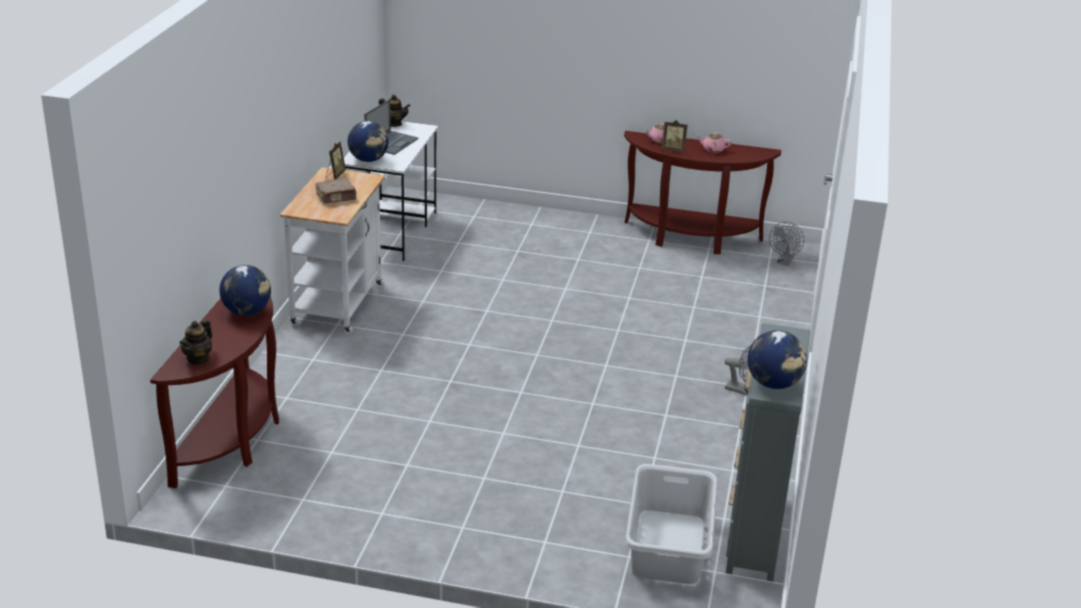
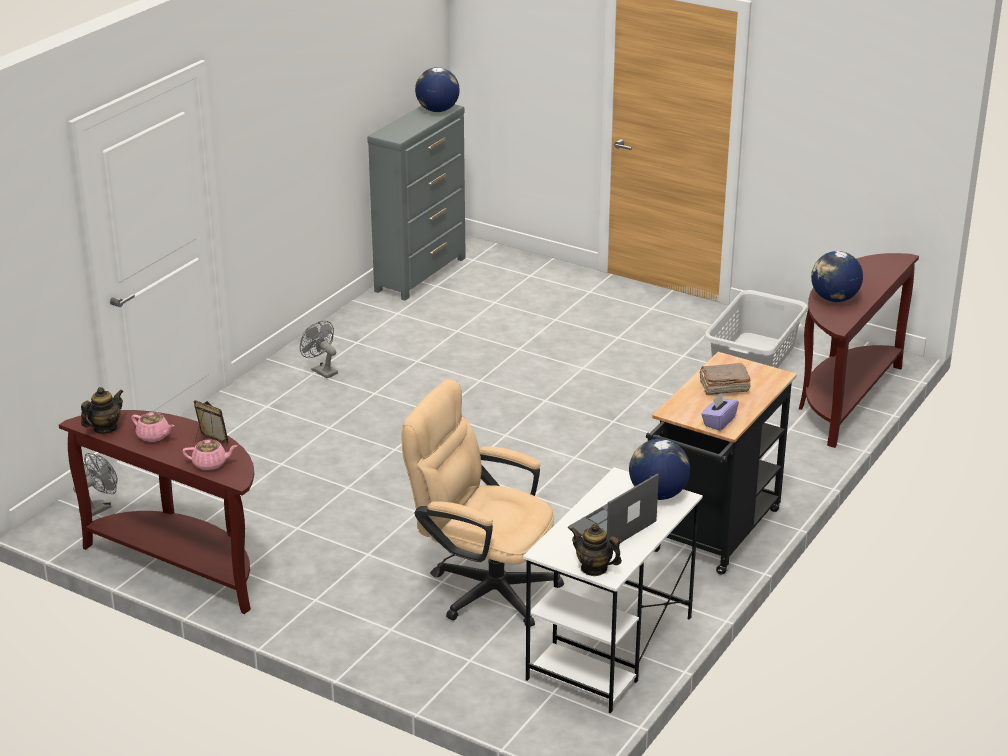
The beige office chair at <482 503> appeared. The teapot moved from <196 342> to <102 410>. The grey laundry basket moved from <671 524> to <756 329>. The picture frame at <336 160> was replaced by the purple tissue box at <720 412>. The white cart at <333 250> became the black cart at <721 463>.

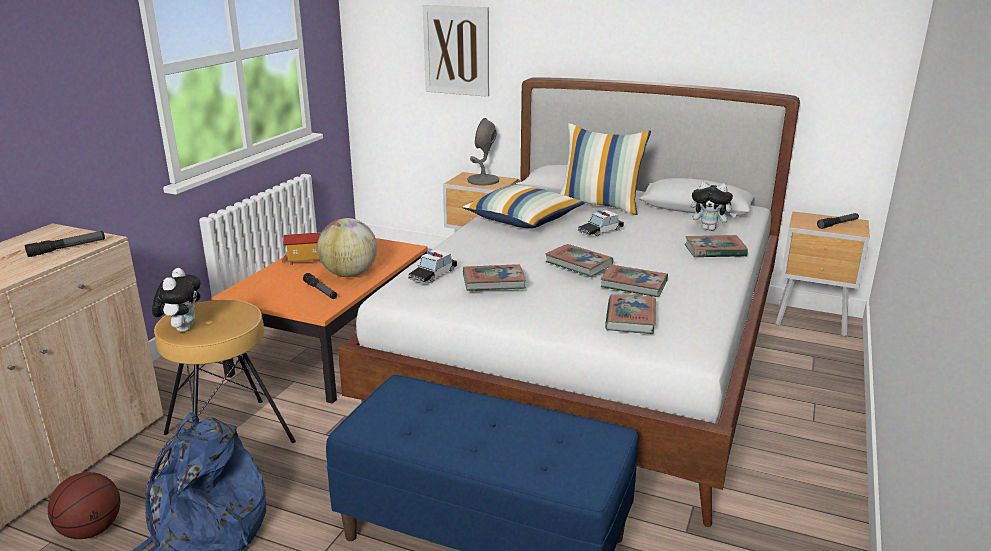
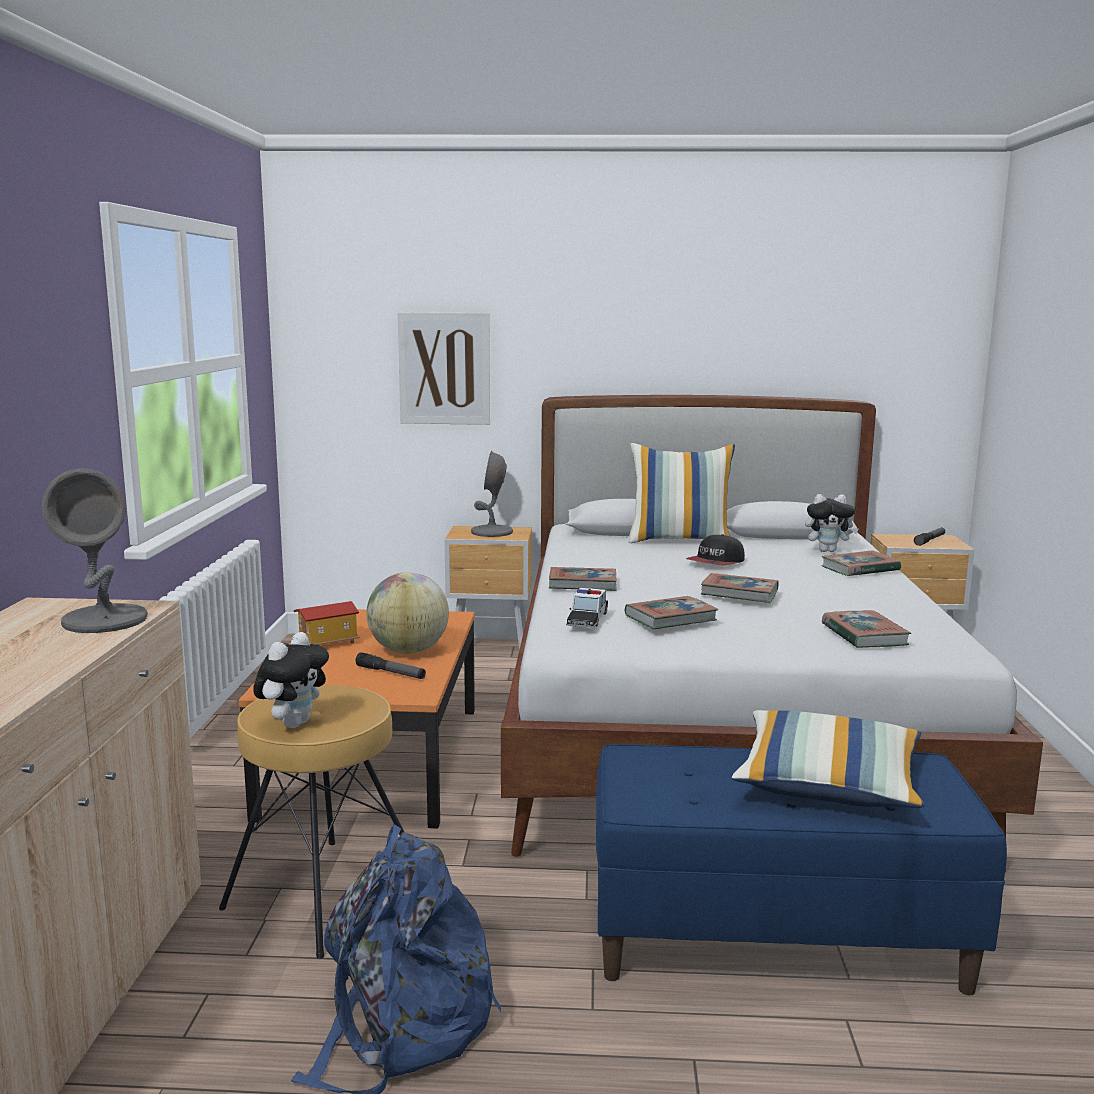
The basketball at <84 505> disappeared. The pillow moved from <524 206> to <828 759>. The book moved from <634 281> to <583 579>. The flashlight at <65 244> was replaced by the grey table lamp at <95 550>. The toy car at <601 223> was replaced by the cap at <715 549>. The plush toy at <176 300> turned 45 degrees clockwise.

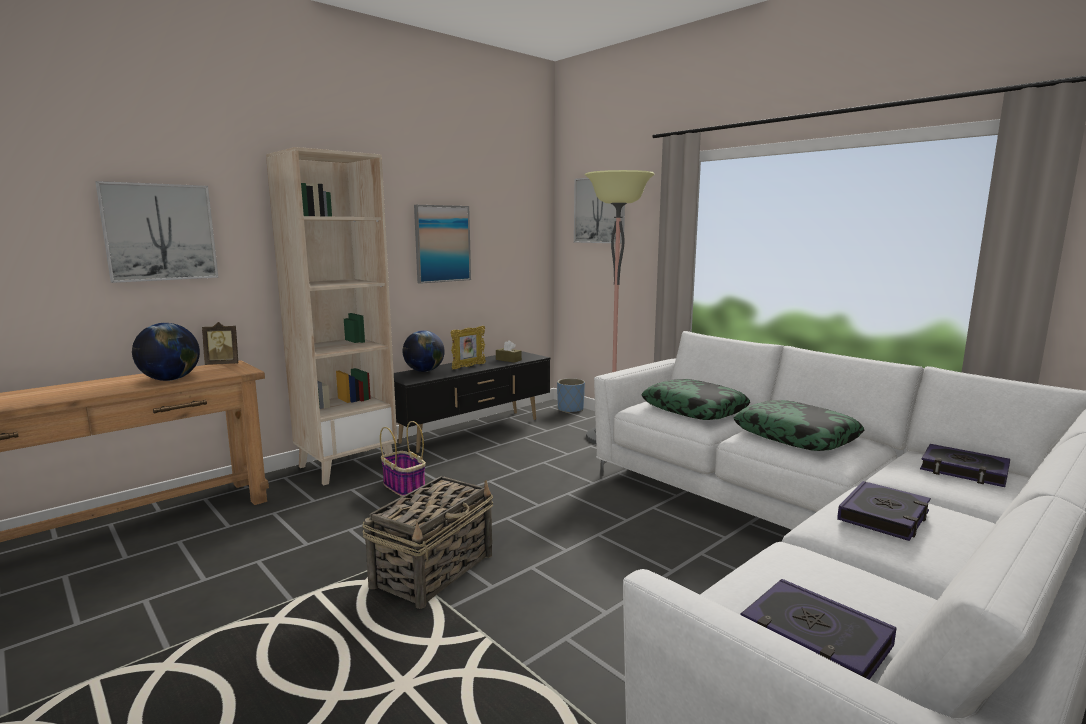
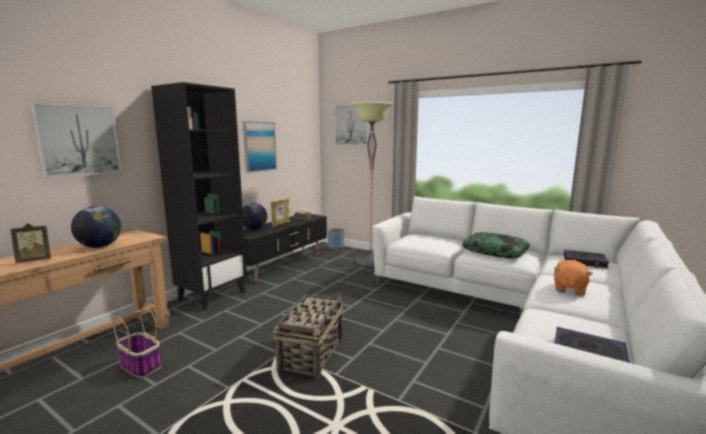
The pillow at <695 399> disappeared. The picture frame moved from <220 343> to <31 243>. The basket moved from <403 459> to <137 342>. The book at <884 511> was replaced by the orange plush toy at <573 277>. The beige bookcase at <331 316> became the black bookcase at <199 196>.

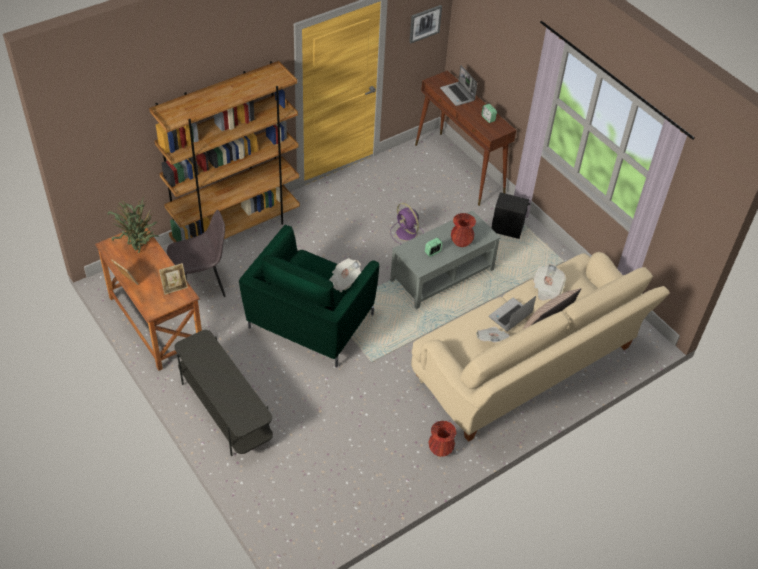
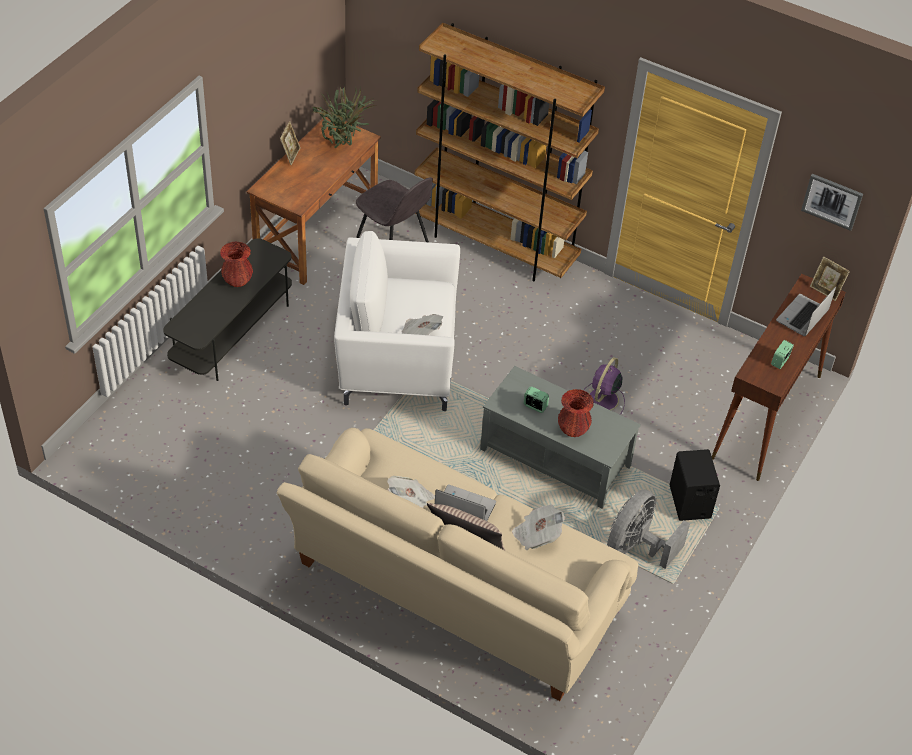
The grey fan at <648 529> appeared. The picture frame moved from <173 279> to <830 278>. The red vase moved from <442 439> to <236 264>. The green armchair at <309 296> became the white armchair at <397 321>.

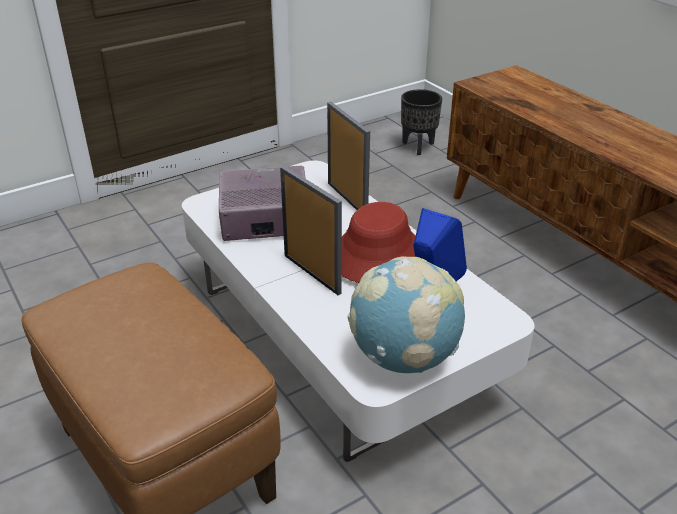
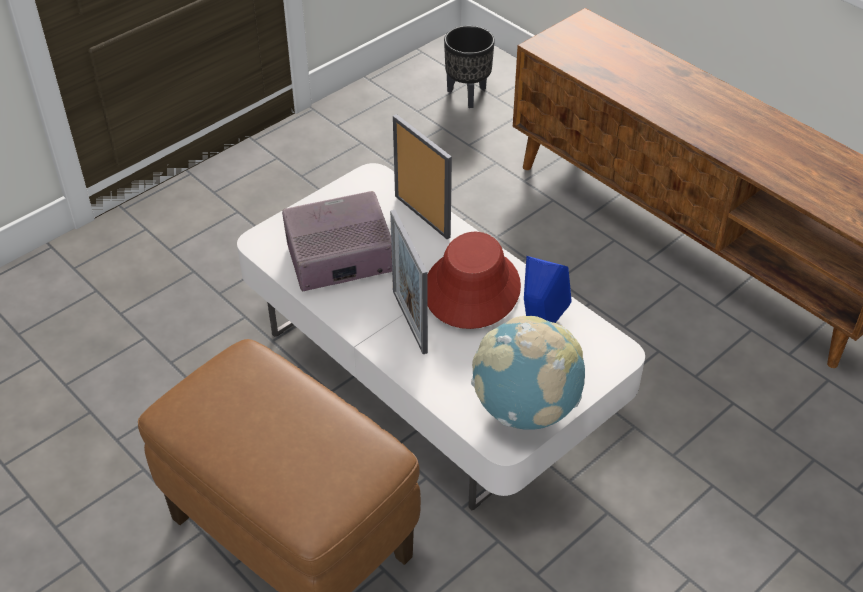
The picture frame at <311 230> turned 150 degrees counterclockwise.

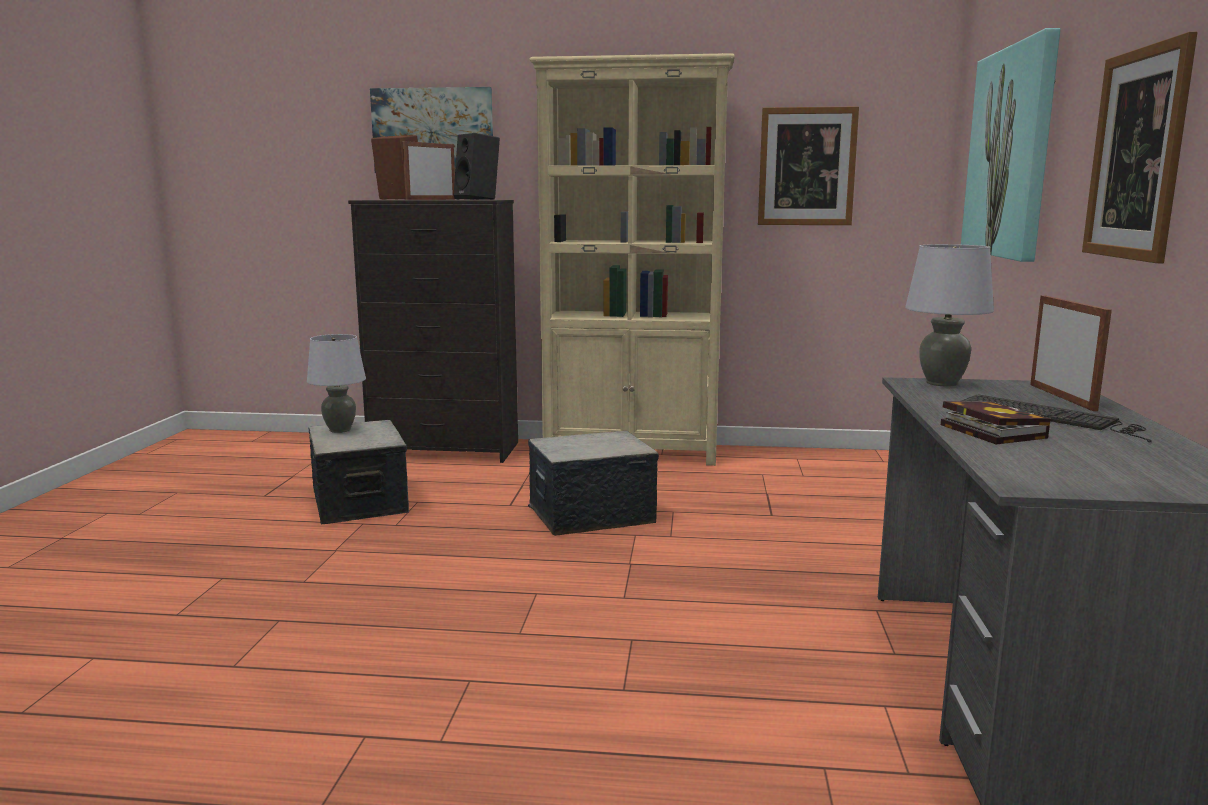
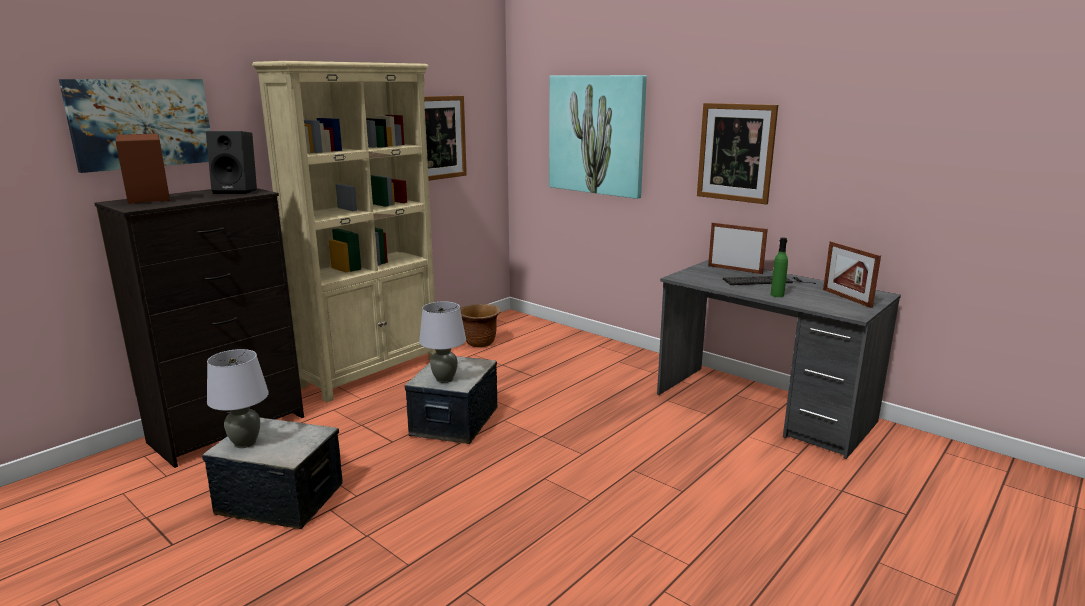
The brown planter at <480 325> appeared. The picture frame moved from <429 170> to <852 274>. The grey table lamp moved from <949 315> to <442 342>. The book at <996 422> was replaced by the green bottle at <779 267>.

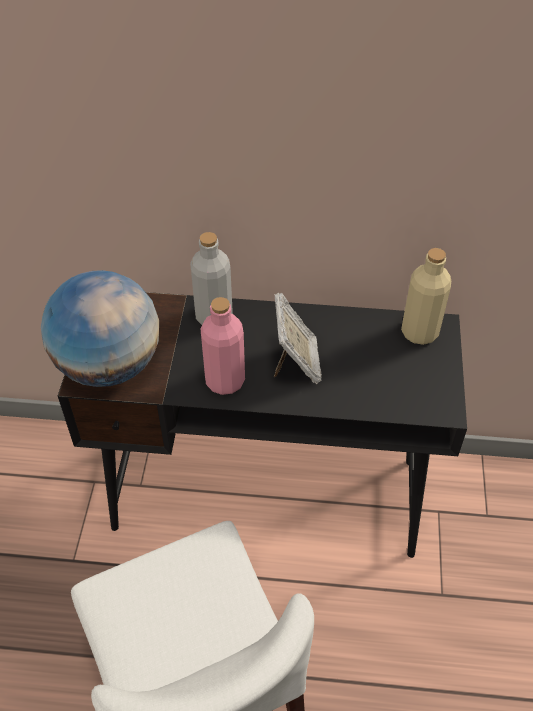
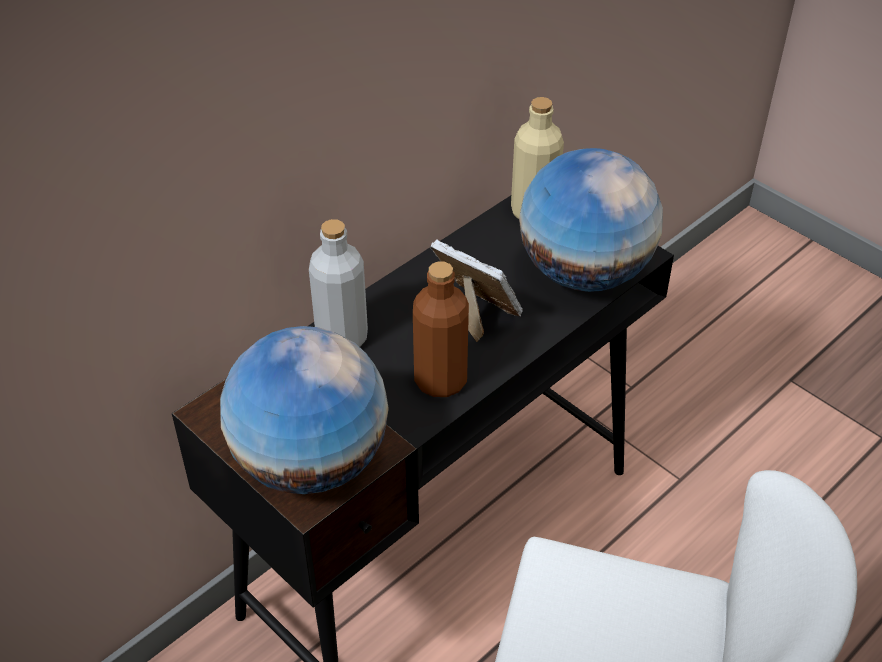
The globe at <591 220> appeared. The pink bottle at <223 346> became the brown bottle at <441 329>.

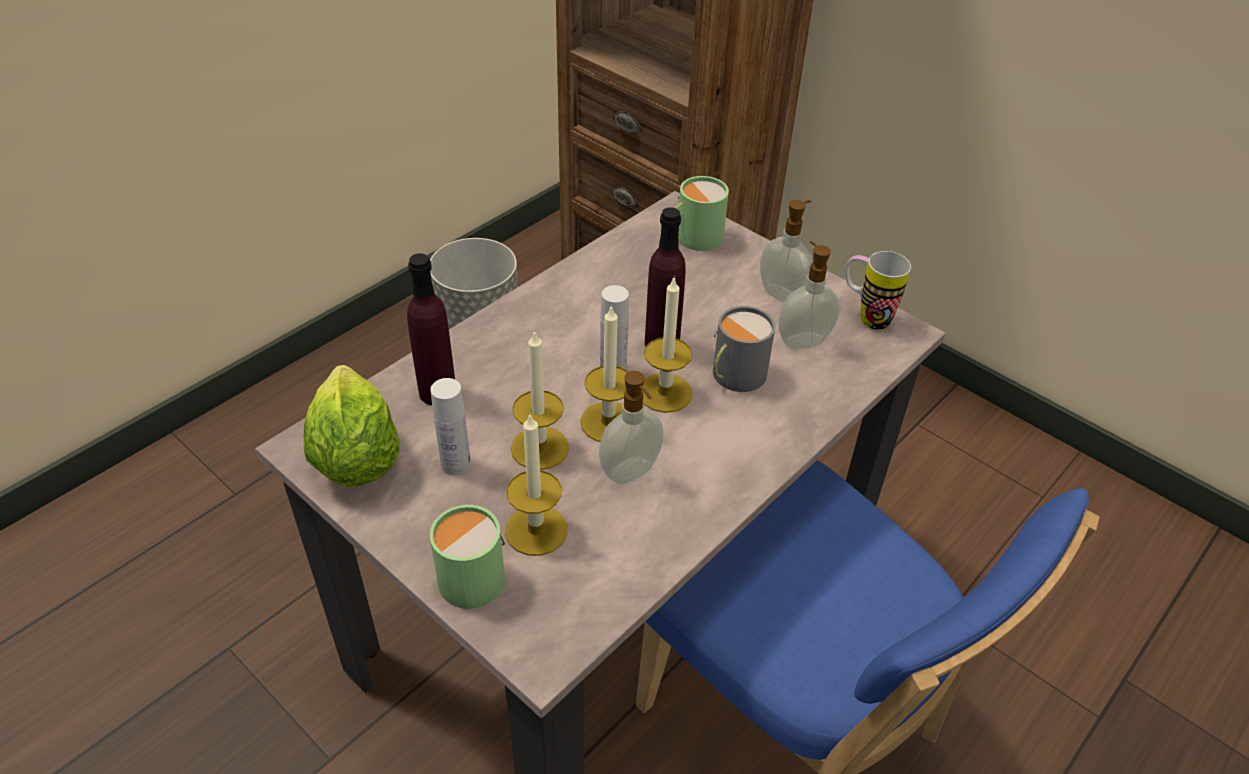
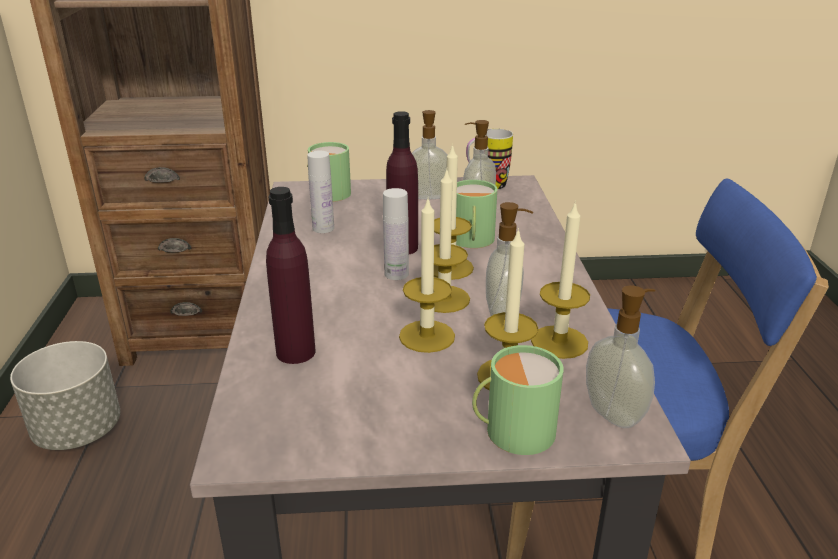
The lettuce at <352 426> disappeared. The candle at <560 280> appeared. The soap dispenser at <620 356> appeared. The white bottle moved from <450 426> to <320 192>. The grey mug at <744 349> became the green mug at <476 214>.

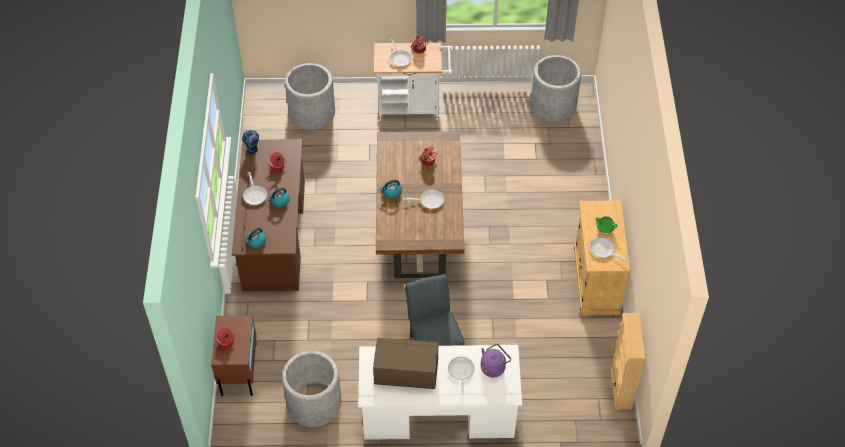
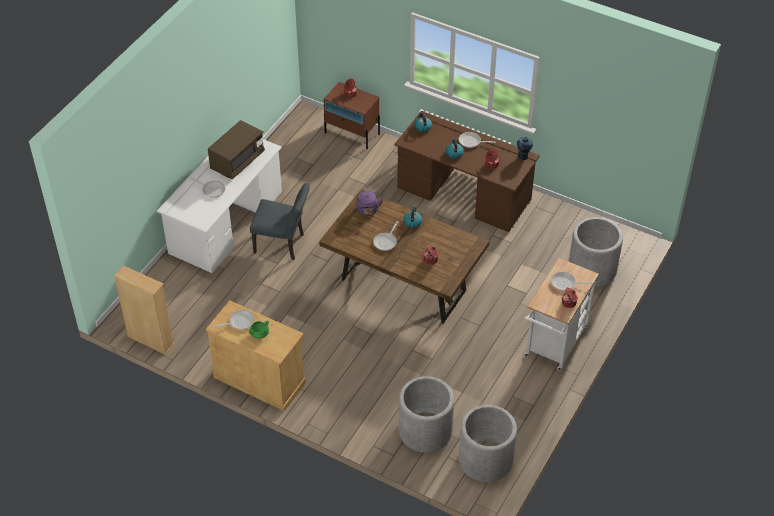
The grey planter moved from <312 389> to <426 414>. The purple kettle moved from <496 360> to <370 203>.

